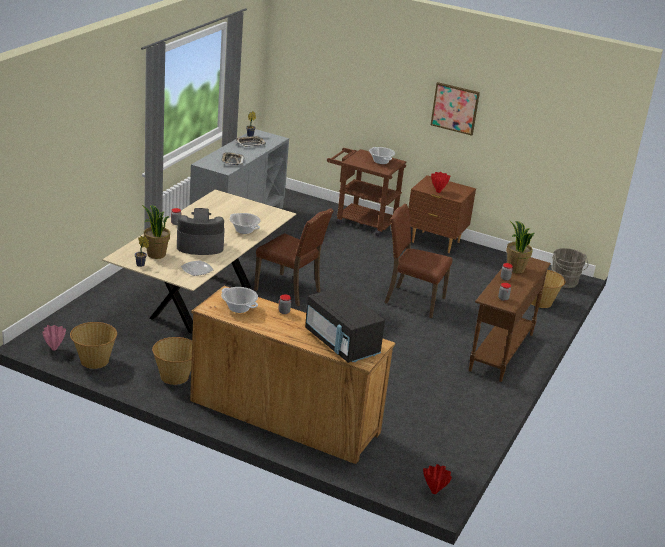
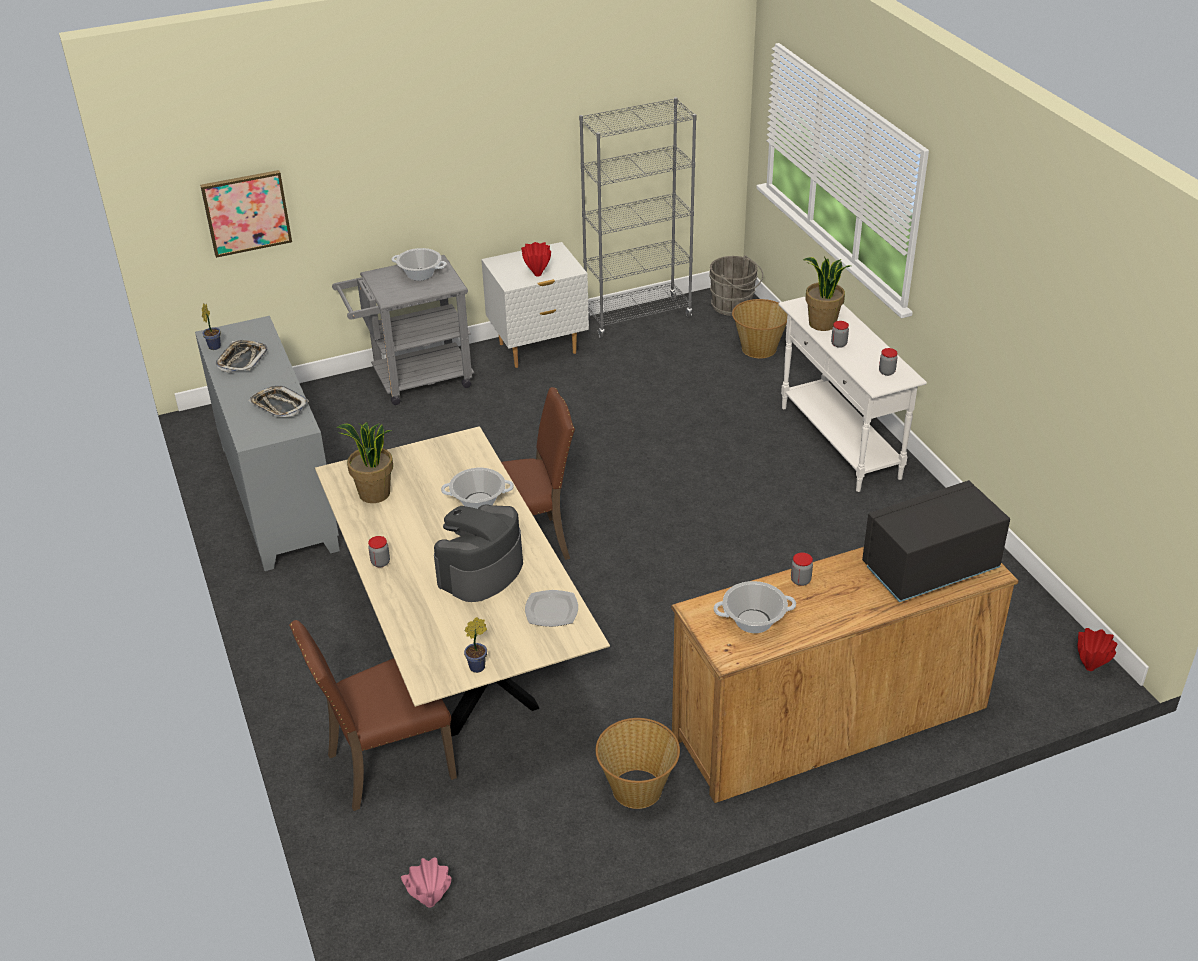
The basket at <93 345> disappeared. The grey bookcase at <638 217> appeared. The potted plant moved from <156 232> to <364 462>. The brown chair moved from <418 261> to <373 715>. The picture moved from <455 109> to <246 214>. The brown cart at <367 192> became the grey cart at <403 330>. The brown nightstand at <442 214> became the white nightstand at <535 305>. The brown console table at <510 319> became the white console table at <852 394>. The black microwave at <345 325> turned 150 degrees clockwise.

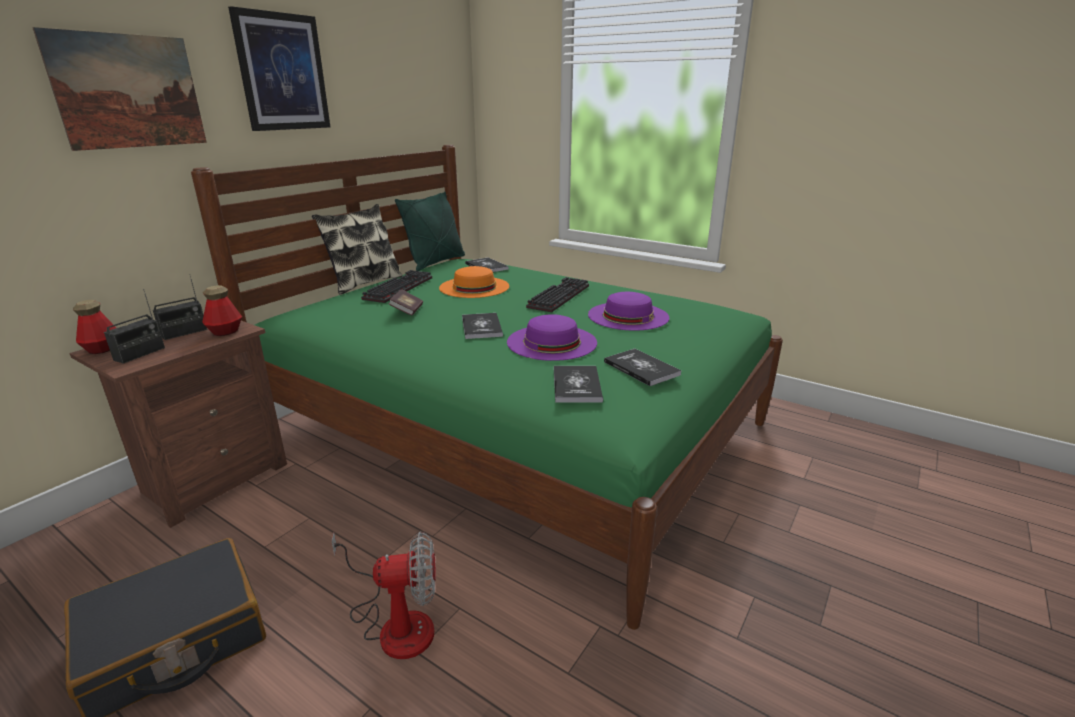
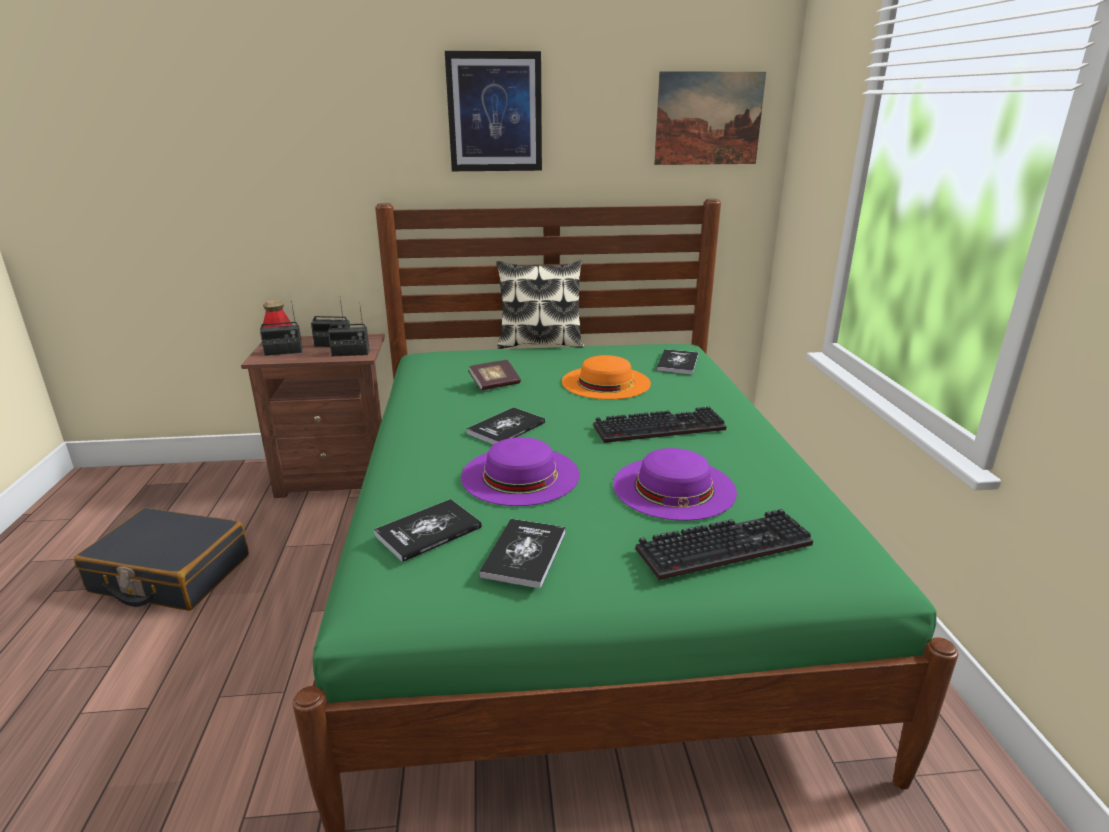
The fan at <384 595> disappeared. The green pillow at <430 231> disappeared. The picture moved from <119 89> to <710 118>. The keyboard moved from <396 286> to <724 544>. The bottle at <222 310> was replaced by the radio at <349 329>.

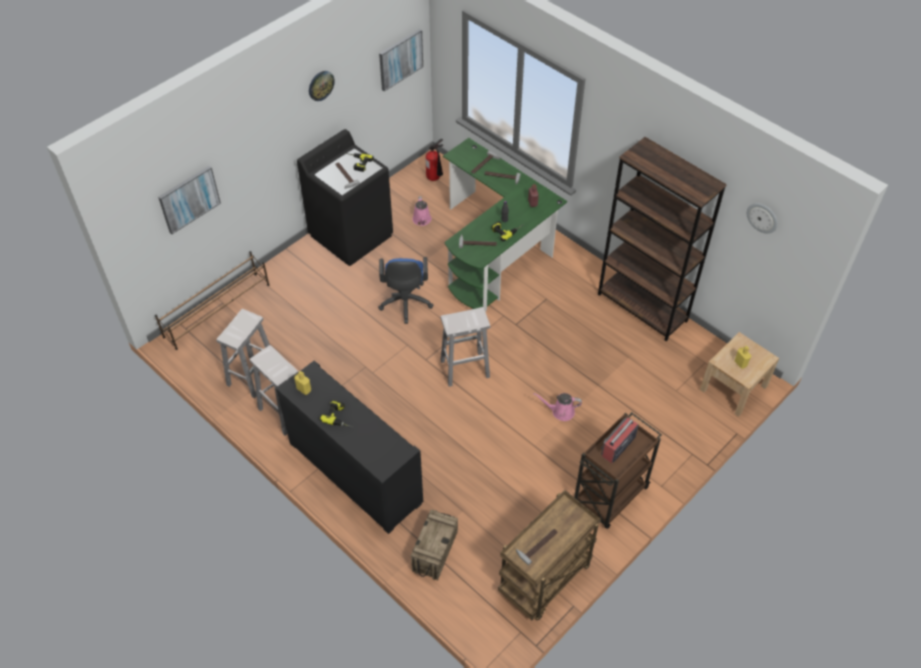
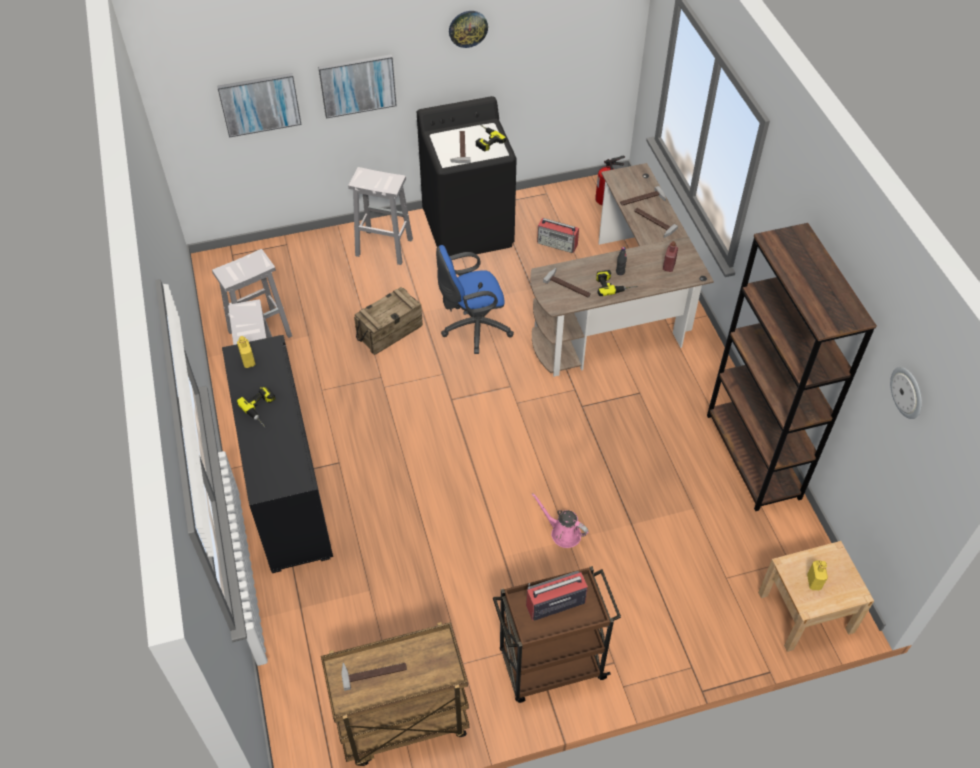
The brown shoe rack at <212 300> disappeared. The picture moved from <401 60> to <357 86>. The crate moved from <434 545> to <388 321>. The white stool moved from <465 347> to <380 216>. The pink watering can at <422 211> was replaced by the radio at <558 235>. The green desk at <505 225> became the brown desk at <622 270>. The blue office chair at <405 290> turned 45 degrees clockwise.

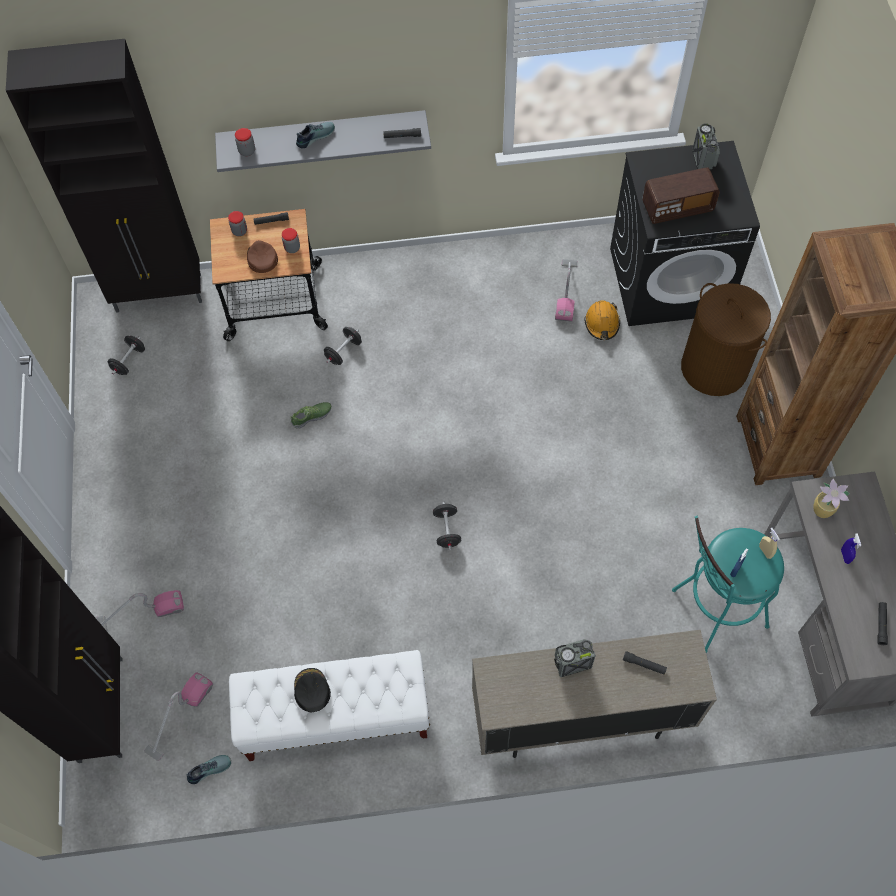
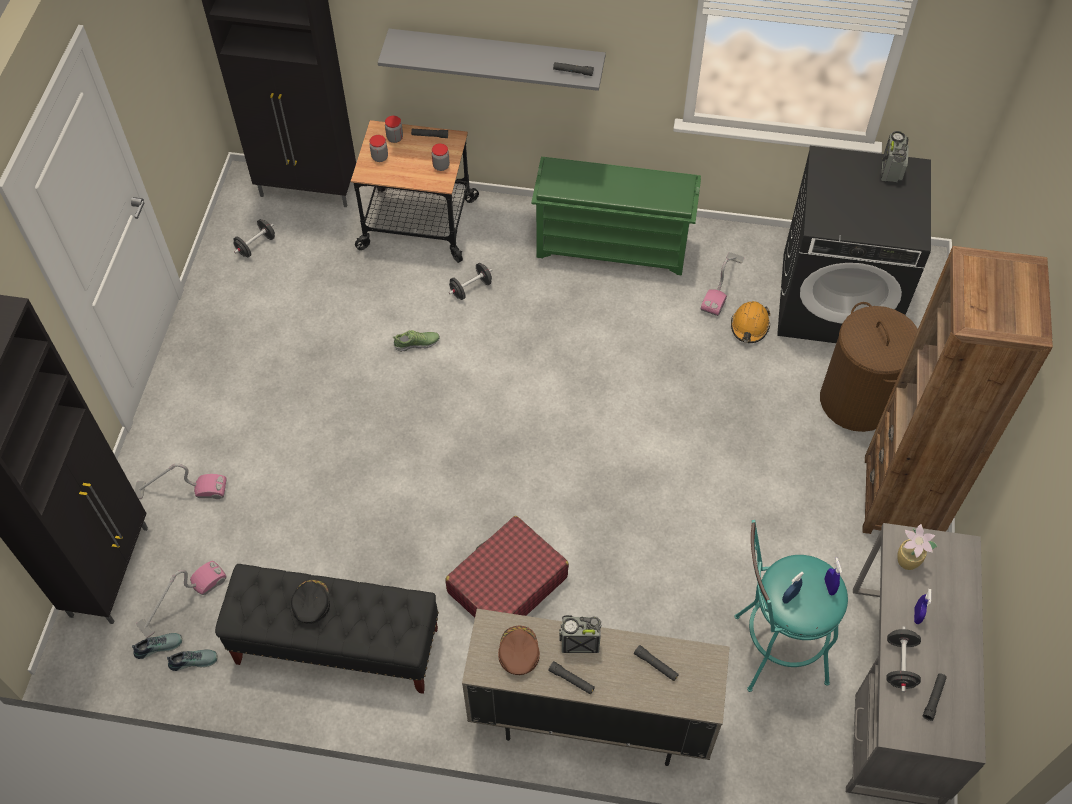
The radio at <681 195> disappeared. The red suitcase at <507 567> appeared. The green shoe rack at <616 216> appeared. The black flashlight at <571 677> appeared. The jar moved from <245 142> to <379 148>. The brown cap moved from <262 256> to <519 650>. The shoe moved from <315 135> to <157 646>. The black dumbbell moved from <447 526> to <903 659>. The white bench at <329 705> became the black bench at <327 629>. The beige spray bottle at <769 543> became the blue spray bottle at <833 576>.

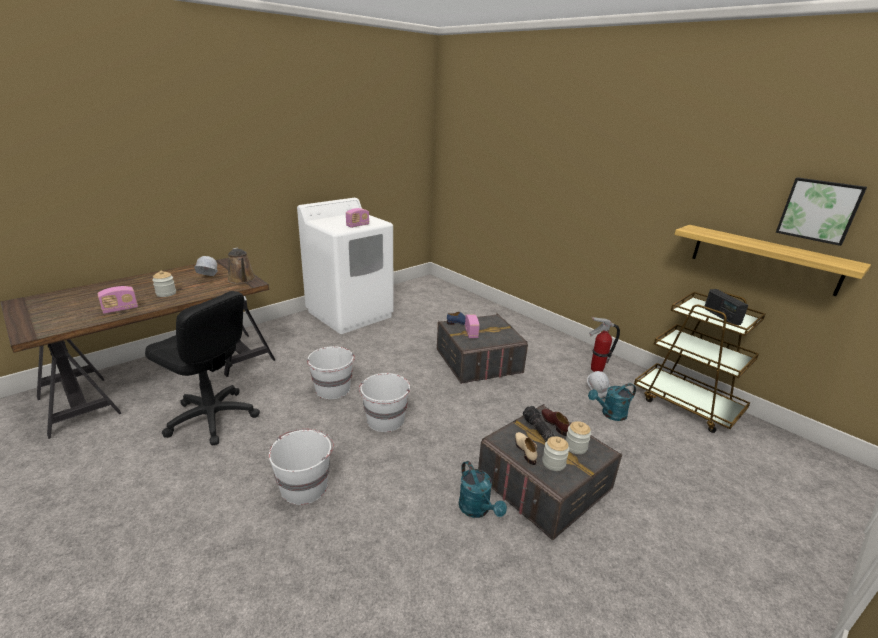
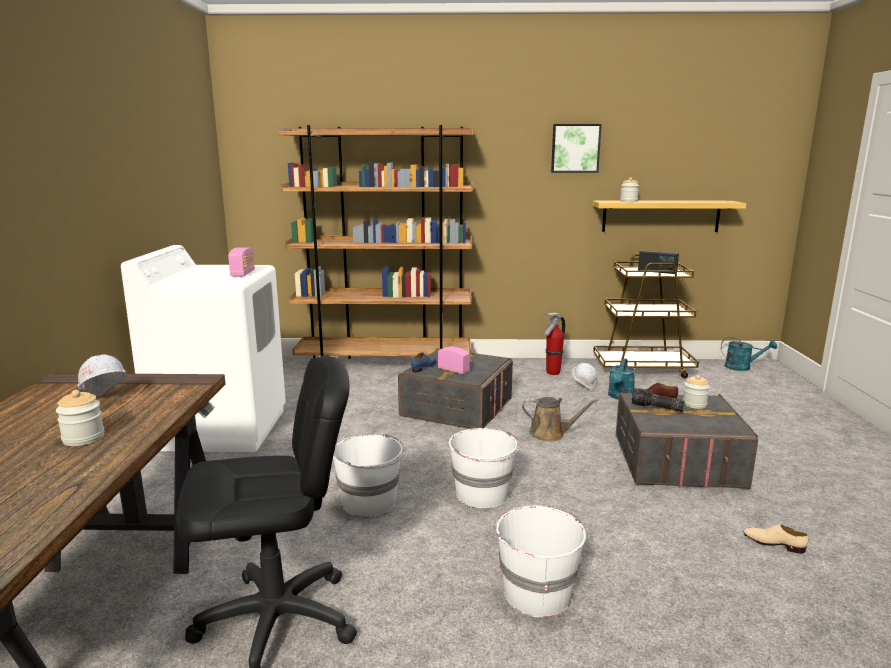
The radio at <117 300> disappeared. The brown bookcase at <375 242> appeared. The brown watering can moved from <241 266> to <560 419>. The turquoise watering can moved from <483 489> to <749 354>. The beige shoe moved from <526 448> to <776 539>. The jar moved from <555 453> to <629 189>. The picture moved from <821 211> to <576 148>.

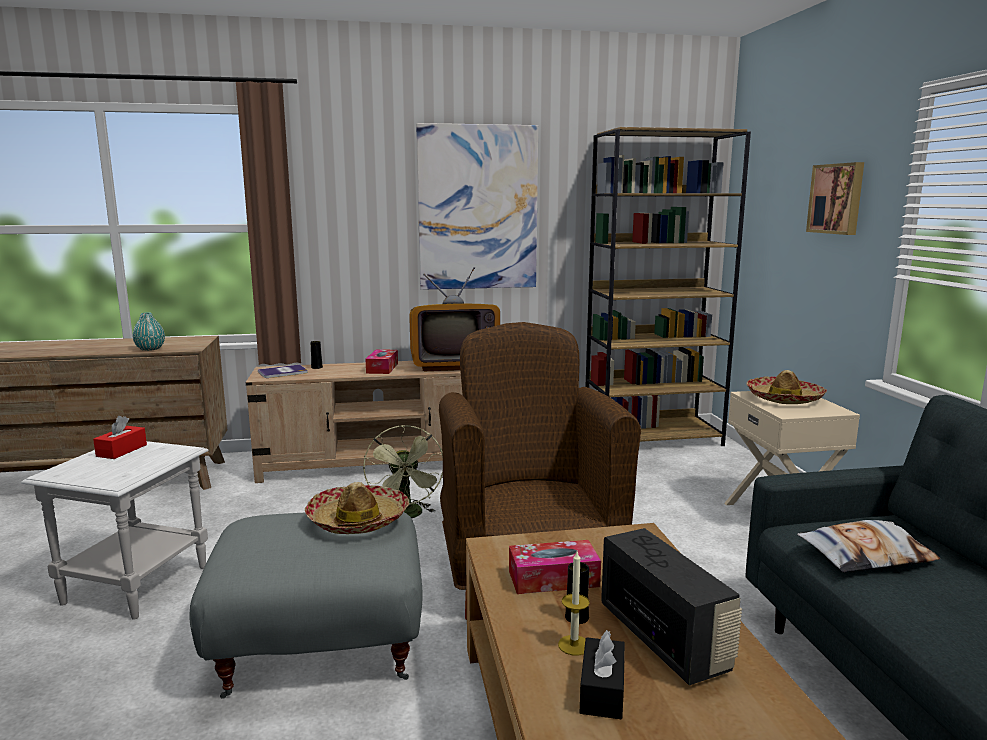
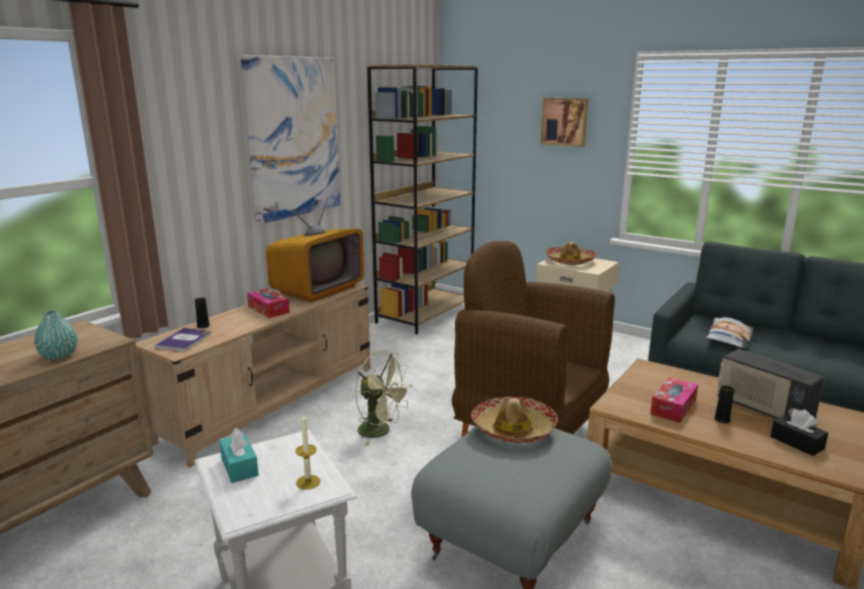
The candle moved from <574 604> to <307 452>. The red tissue box at <120 437> became the turquoise tissue box at <239 455>. The radio at <671 606> turned 150 degrees counterclockwise.

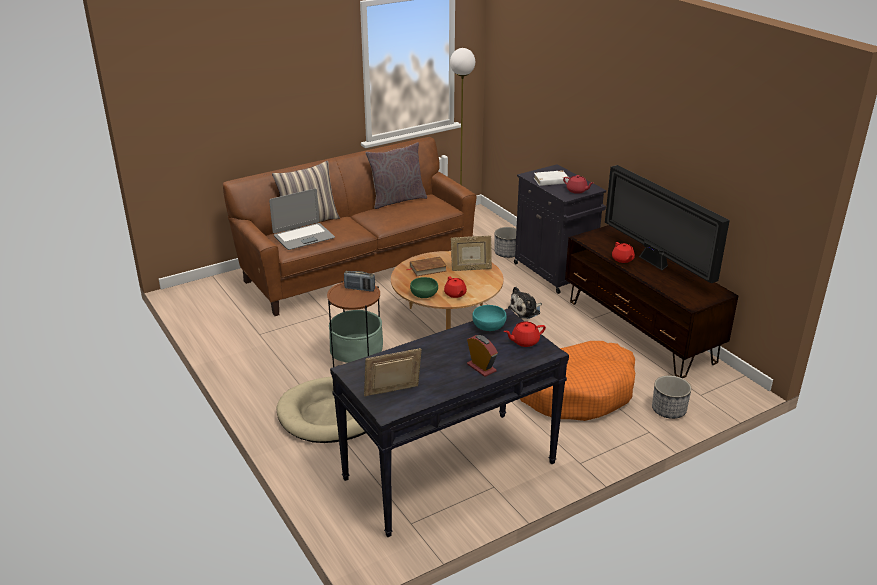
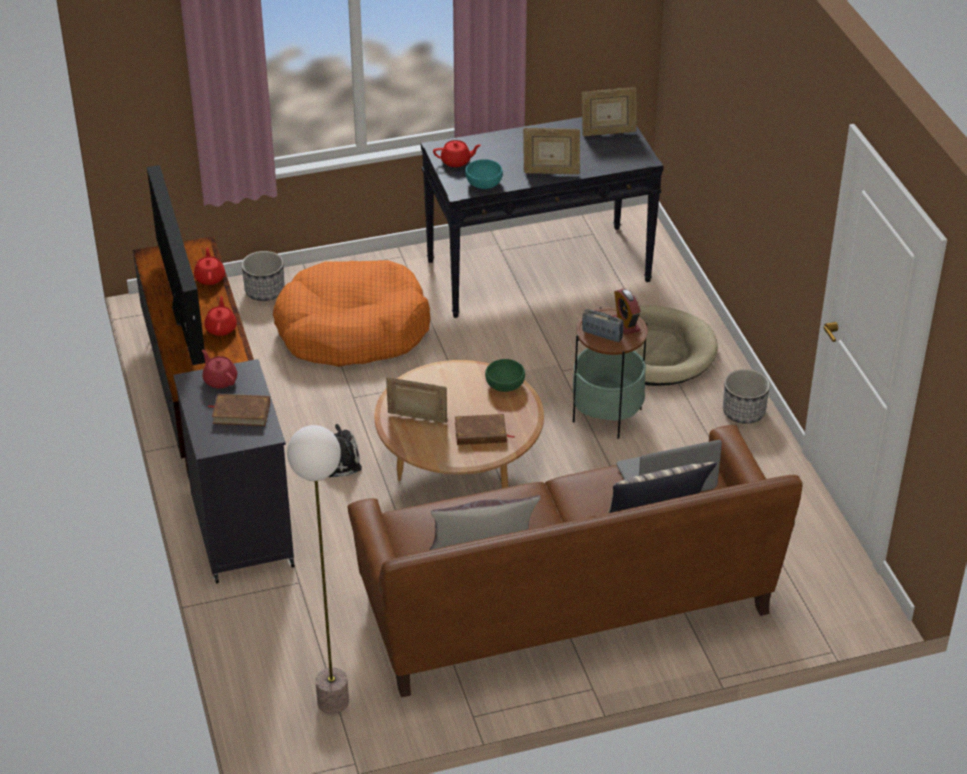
The picture frame at <551 151> appeared. The red teapot moved from <455 287> to <209 266>. The alarm clock moved from <482 356> to <627 312>. The planter moved from <505 242> to <746 396>. The white book at <551 178> became the brown book at <239 410>.

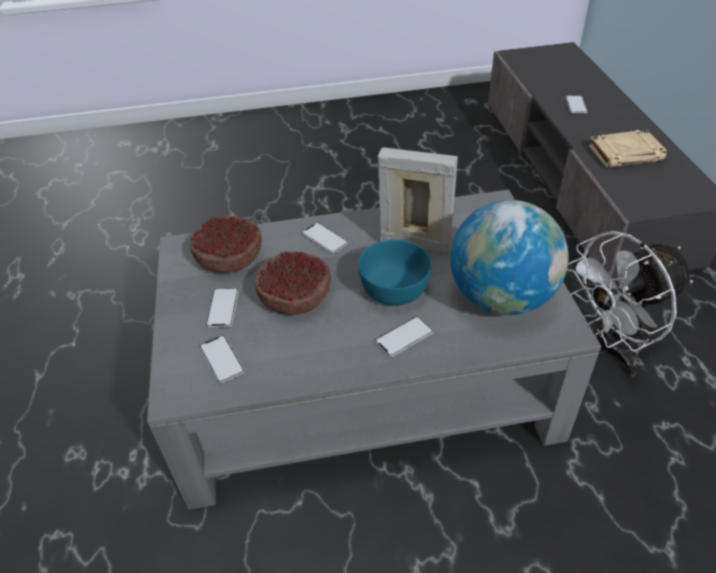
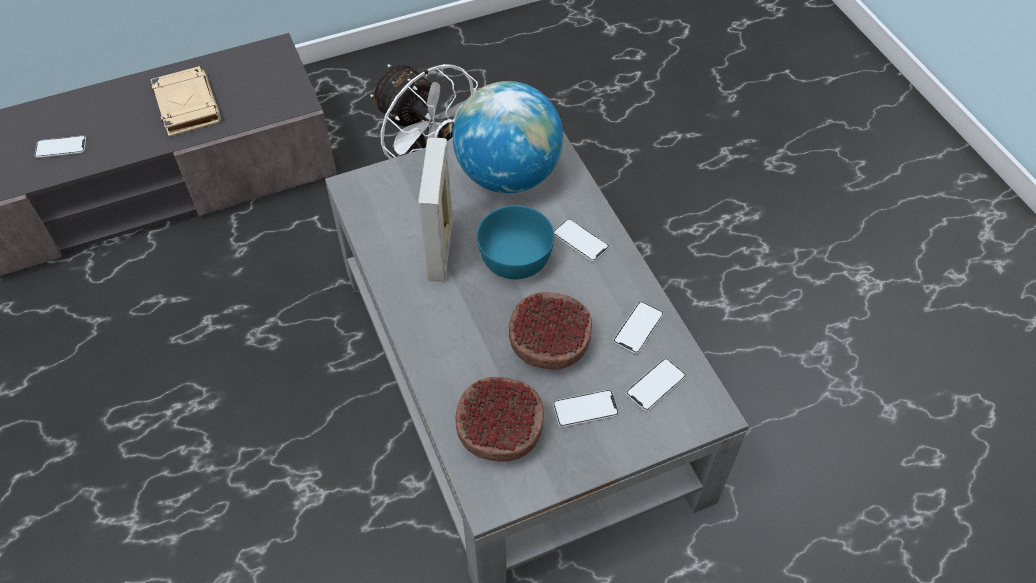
The phone moved from <325 238> to <638 327>.

